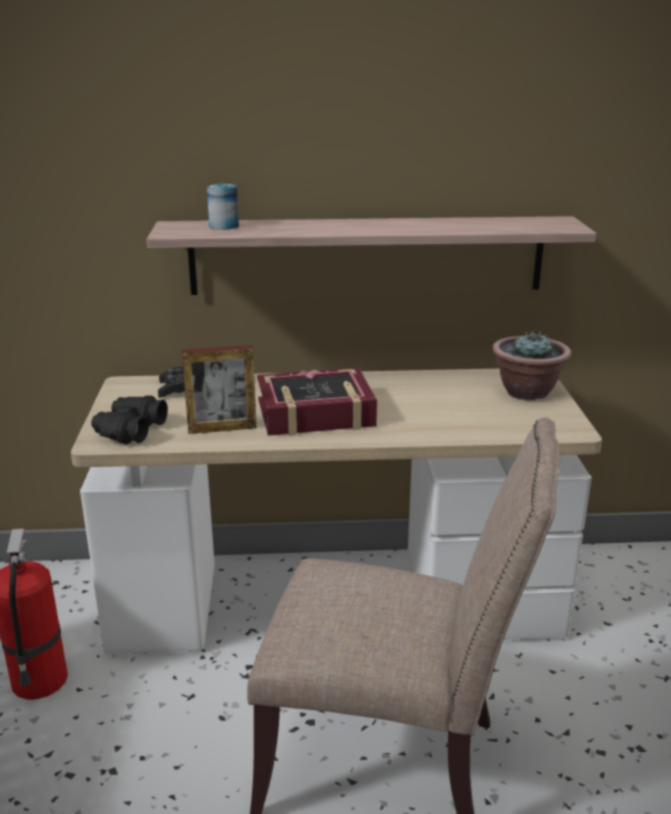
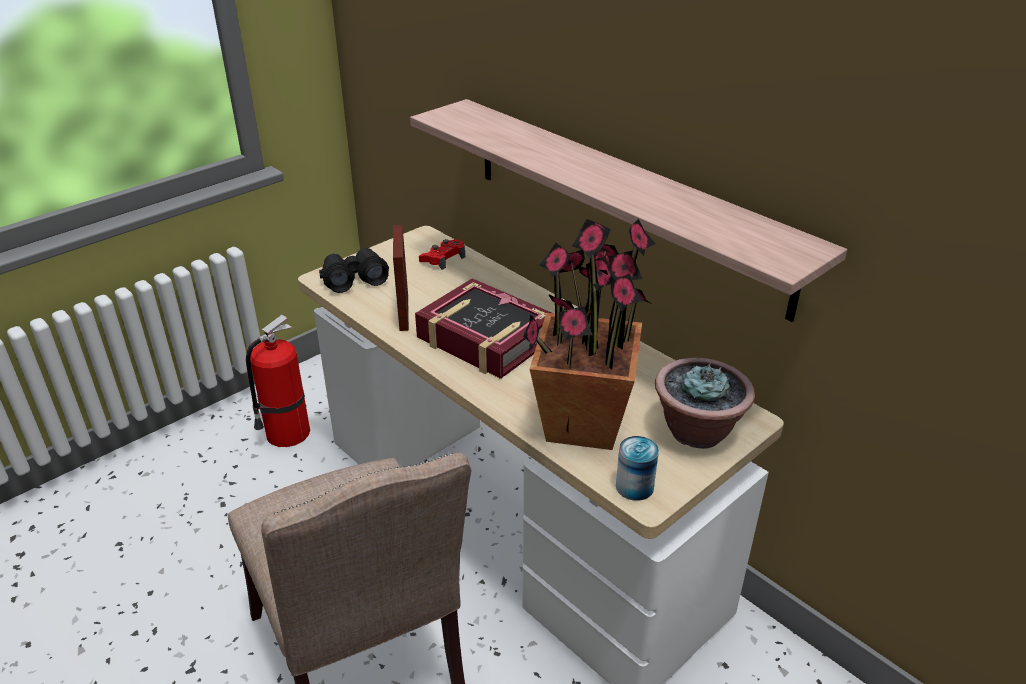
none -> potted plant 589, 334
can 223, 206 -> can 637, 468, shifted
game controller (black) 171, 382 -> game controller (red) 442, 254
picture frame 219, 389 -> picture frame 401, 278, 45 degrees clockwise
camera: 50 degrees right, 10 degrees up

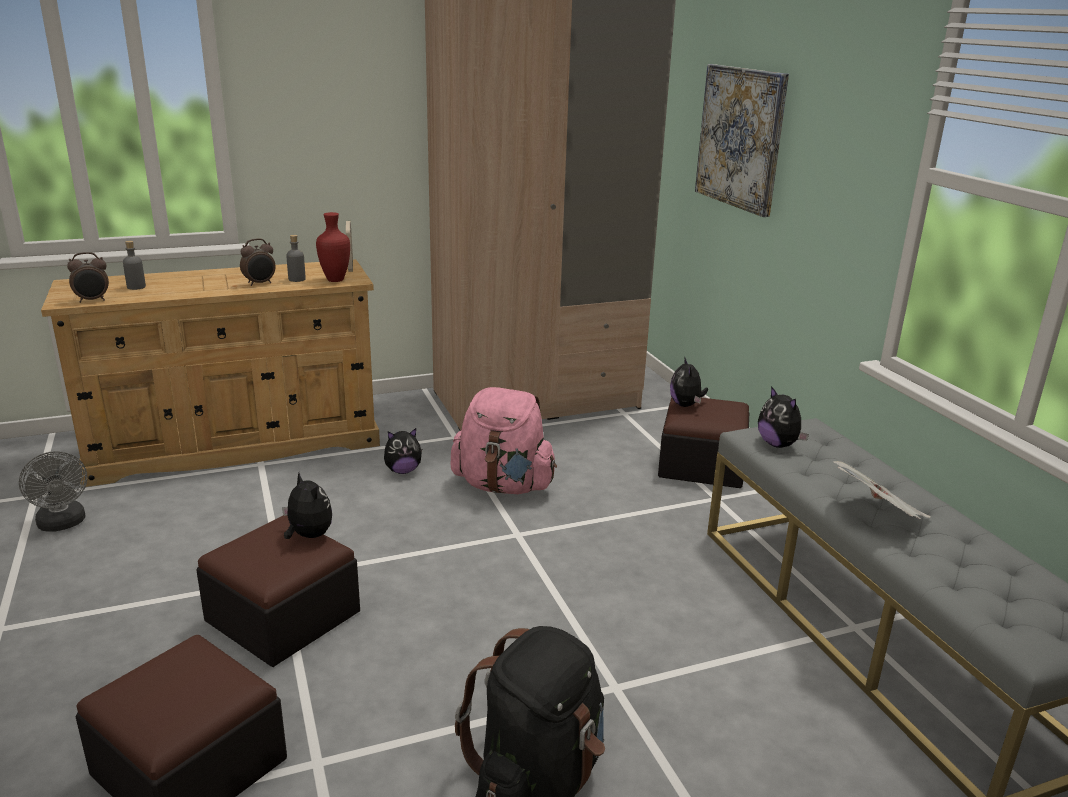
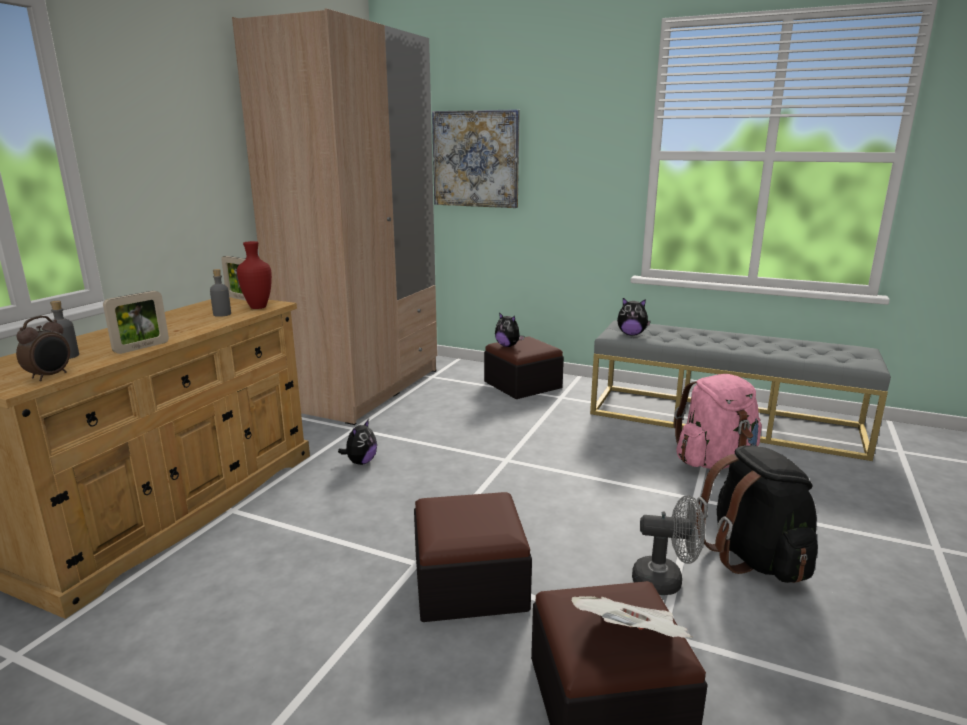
alarm clock 258, 262 -> none
plush toy 307, 506 -> none
none -> picture frame 136, 322
fan (grey) 53, 491 -> fan (grey) 668, 545, shifted
backpack (pink) 504, 440 -> backpack (pink) 717, 421, shifted
newspaper 882, 490 -> newspaper 632, 617, shifted
camera: 45 degrees left, 5 degrees down

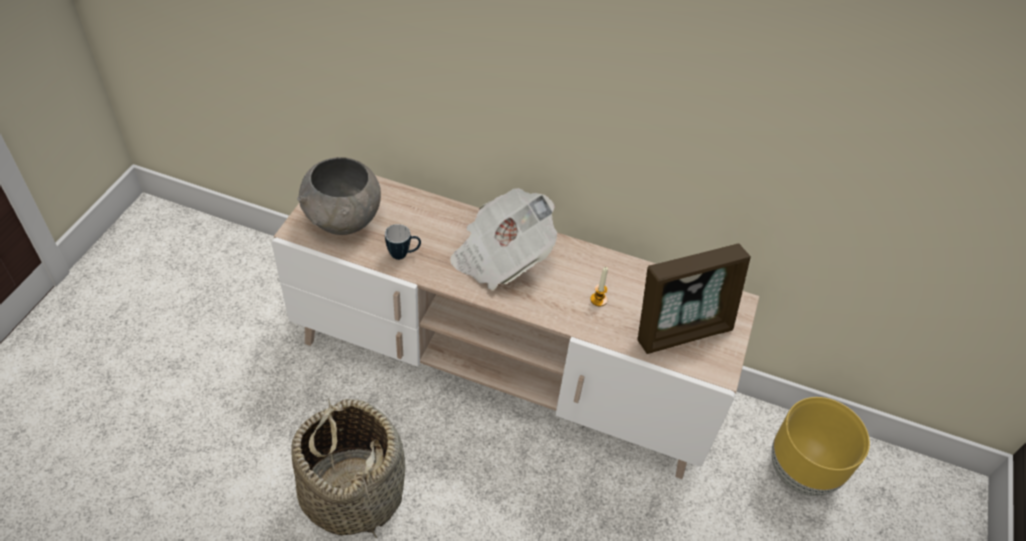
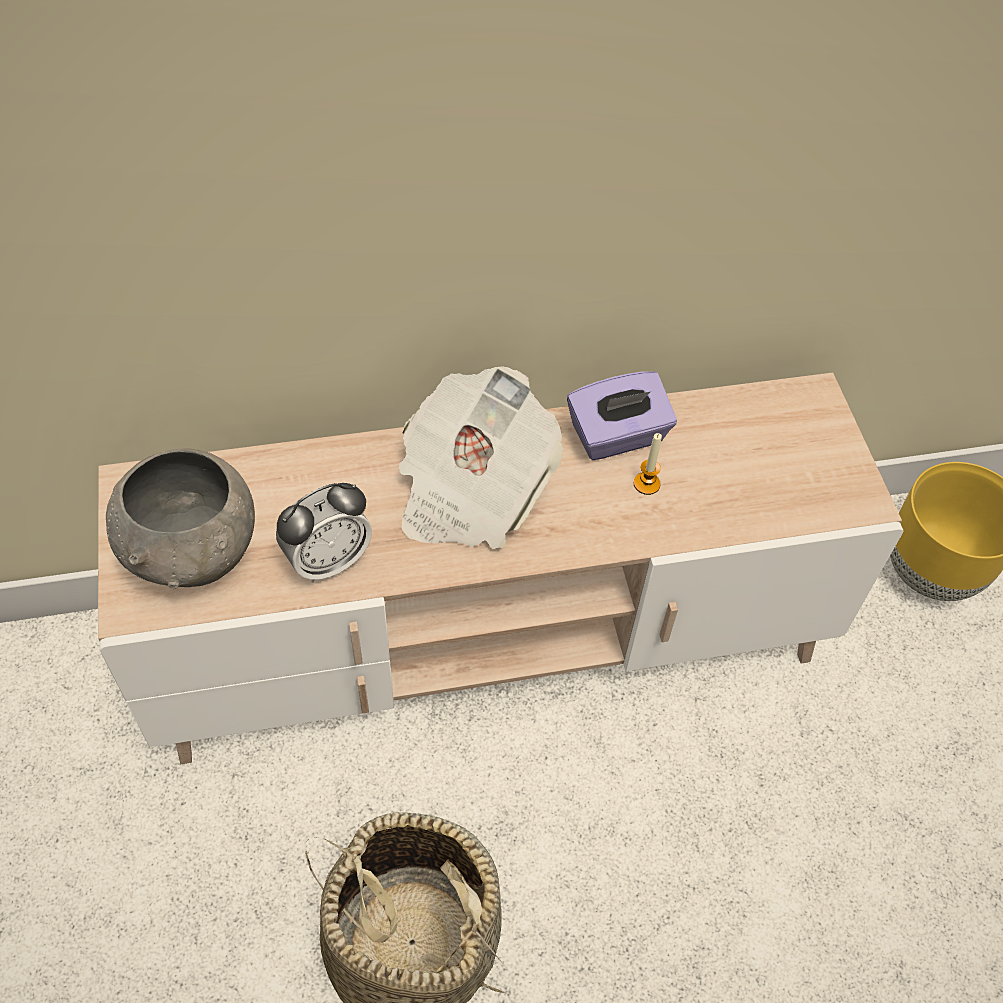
picture frame 694, 299 -> none
none -> tissue box (purple) 622, 415
mug 403, 242 -> alarm clock 324, 533
camera: 30 degrees left, 5 degrees up

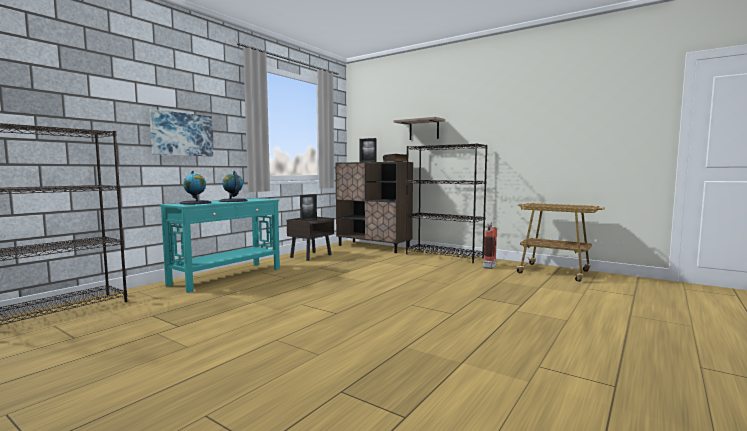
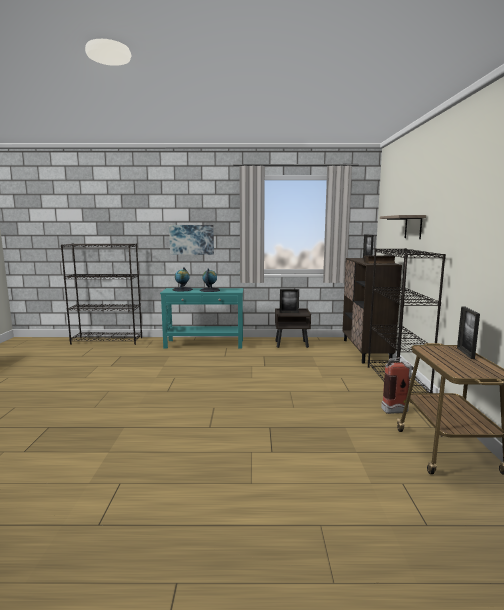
none -> picture frame 468, 332
camera: 55 degrees right, 5 degrees up

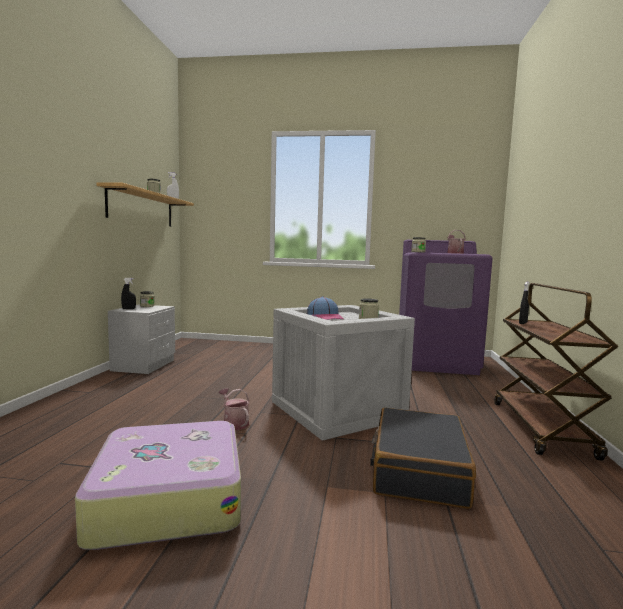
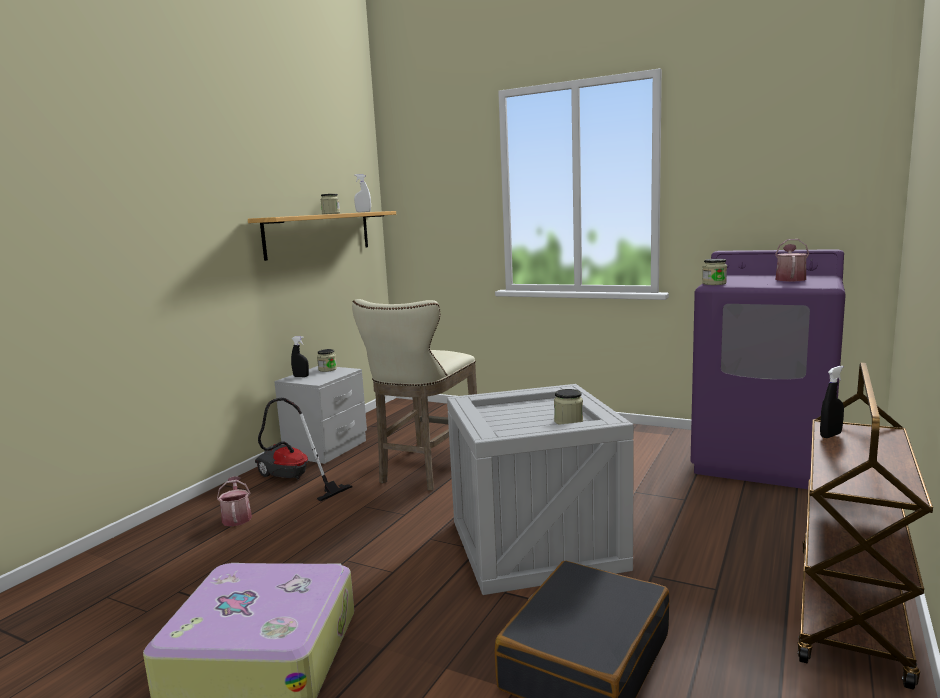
cap 325, 308 -> none
none -> vacuum cleaner 303, 449
none -> stool (beige) 414, 395
watering can 234, 409 -> watering can 234, 501, shifted
camera: 20 degrees right, 5 degrees up

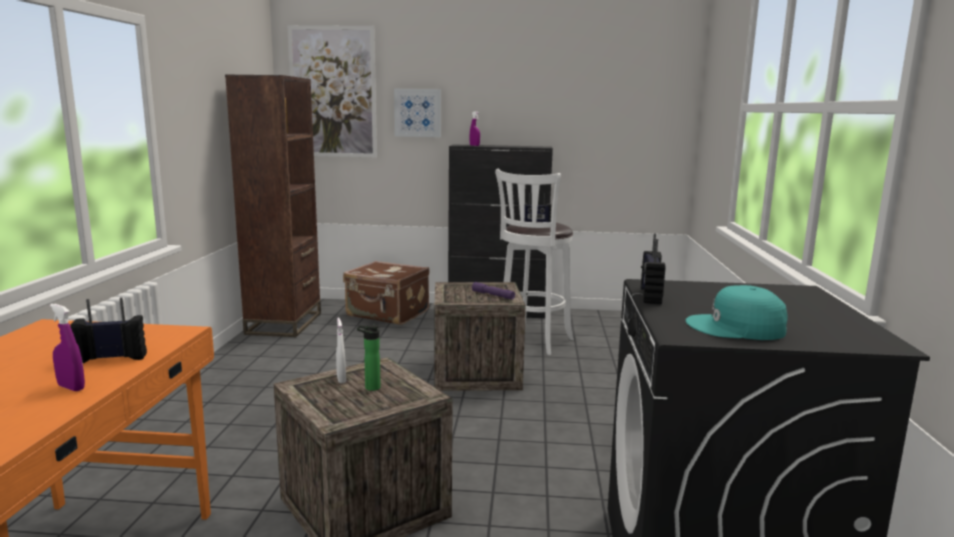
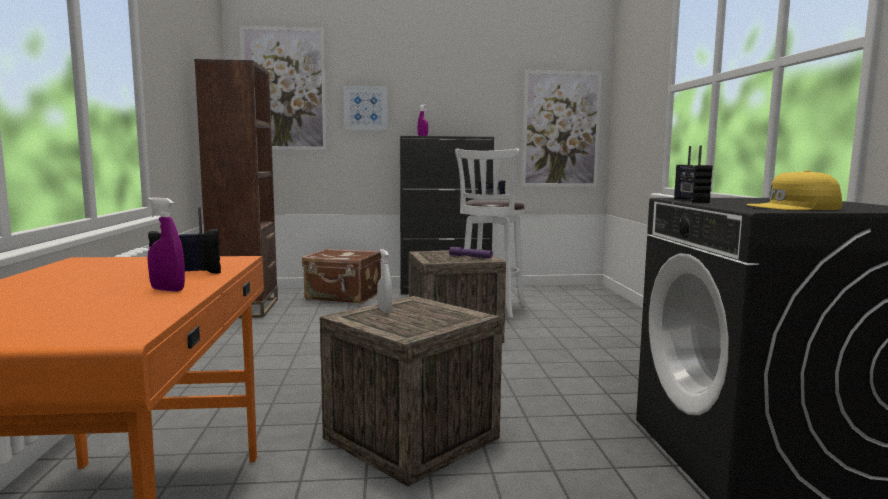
bottle 369, 358 -> none
none -> picture 562, 128
cap (turquoise) 737, 312 -> cap (yellow) 794, 190
camera: 10 degrees left, 5 degrees down

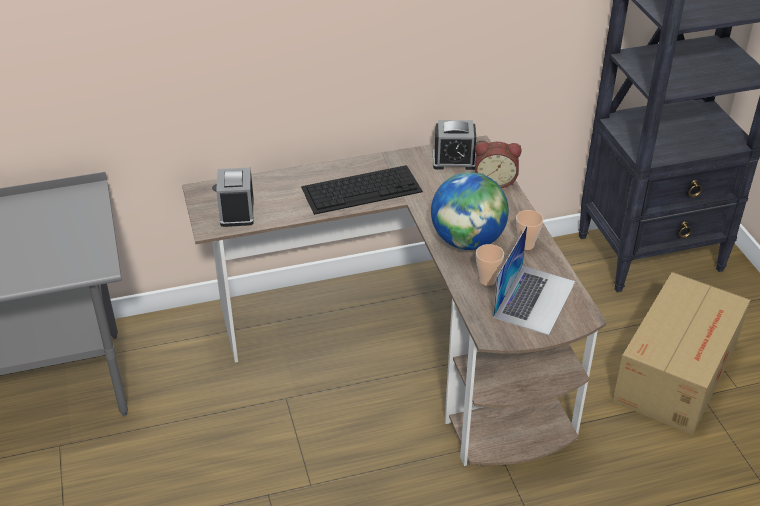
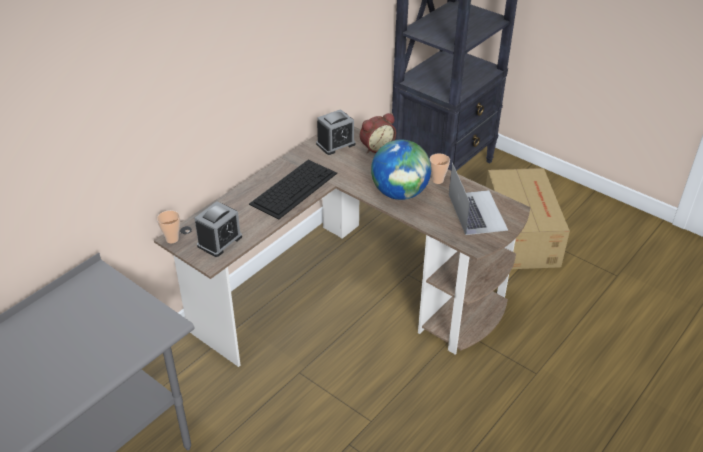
cup 490, 265 -> cup 168, 226, shifted
alarm clock 235, 197 -> alarm clock 218, 229, 105 degrees counterclockwise
camera: 35 degrees left, 0 degrees up

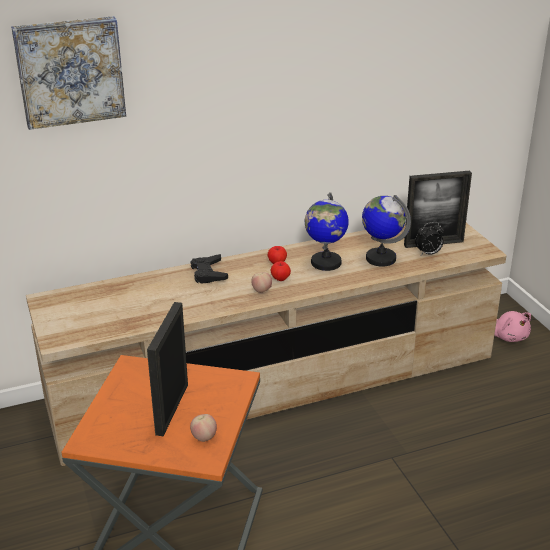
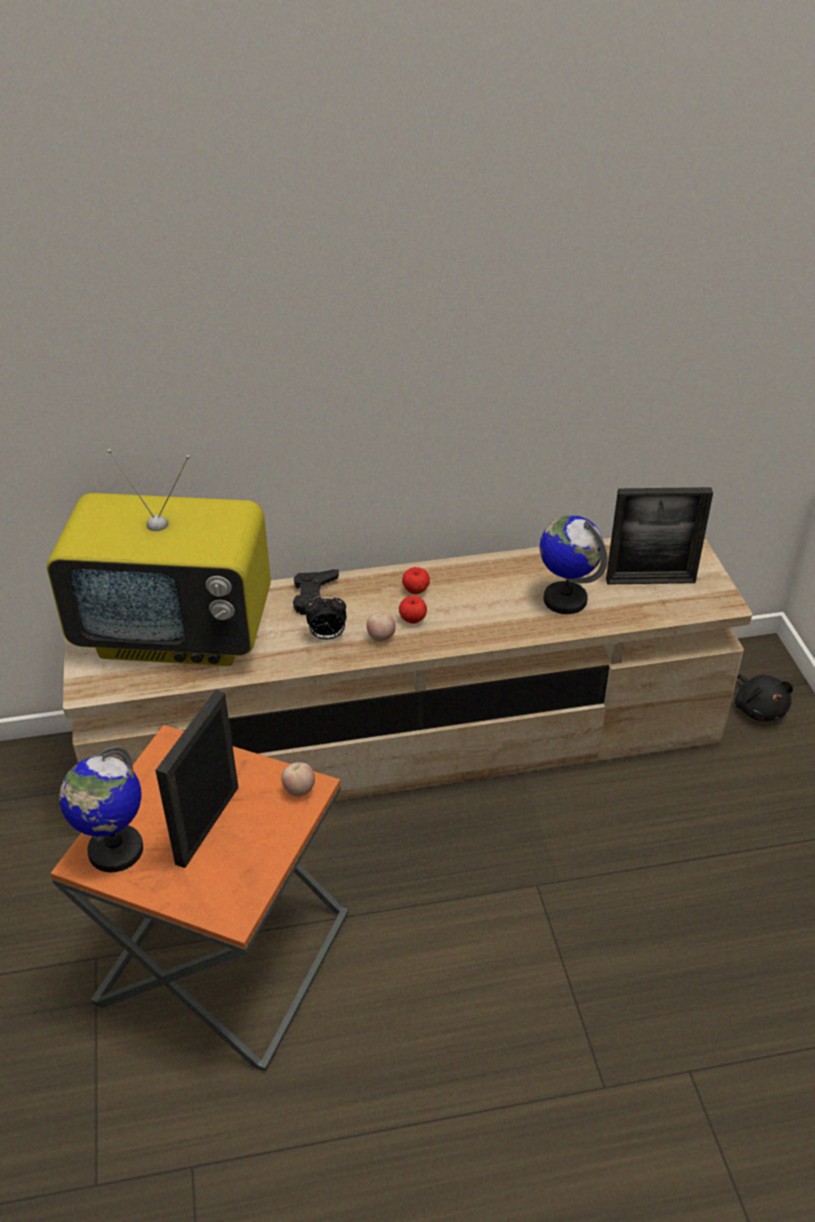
picture 68, 73 -> none
none -> television 159, 557
apple 203, 428 -> apple 298, 779, shifted
globe 327, 231 -> globe 101, 809, shifted
alarm clock 429, 238 -> alarm clock 325, 617, shifted
plush toy (pink) 513, 326 -> plush toy (black) 764, 697
camera: 10 degrees right, 10 degrees up

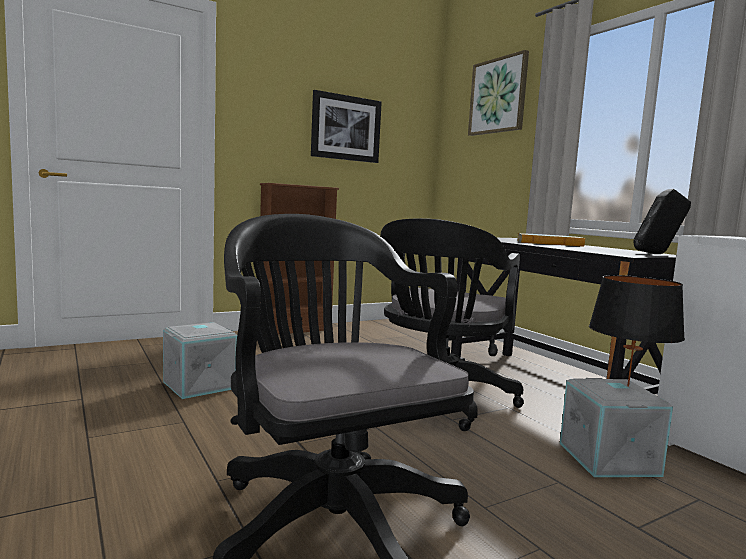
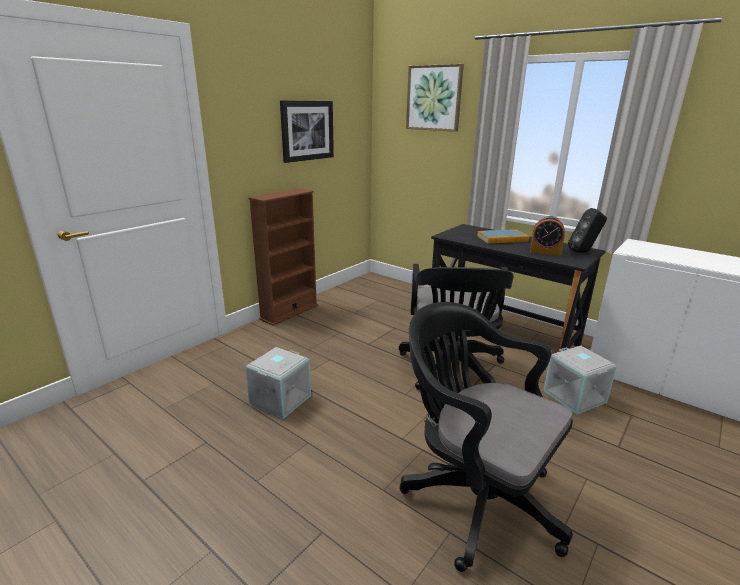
table lamp (black) 637, 331 -> none
none -> alarm clock 547, 236
camera: 20 degrees left, 15 degrees up

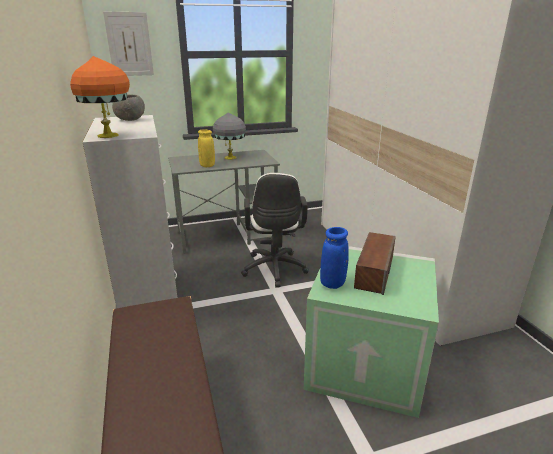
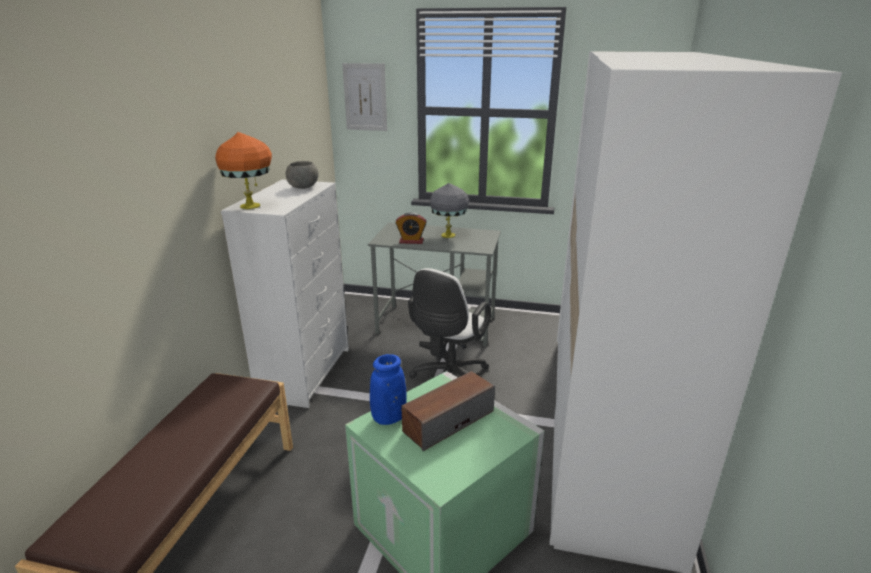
vase (yellow) 206, 148 -> alarm clock 411, 228
camera: 30 degrees right, 0 degrees up

